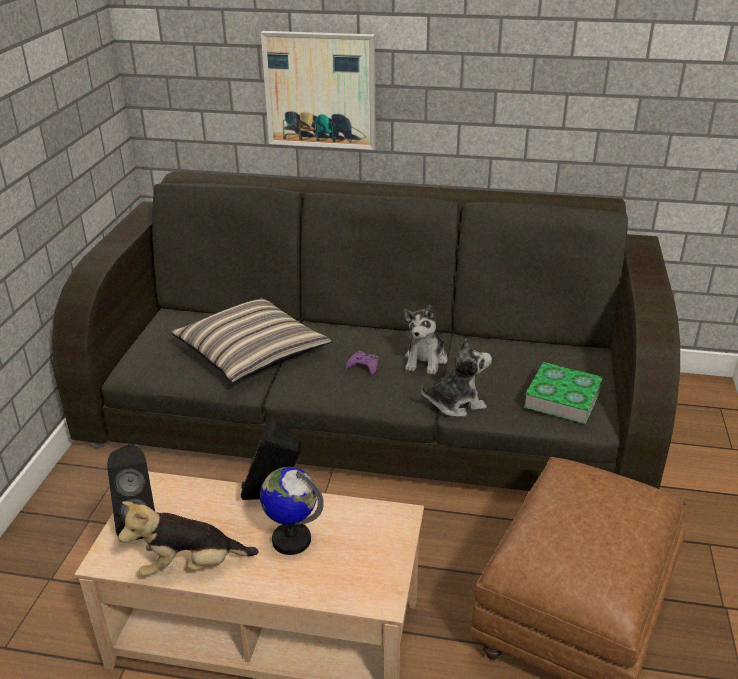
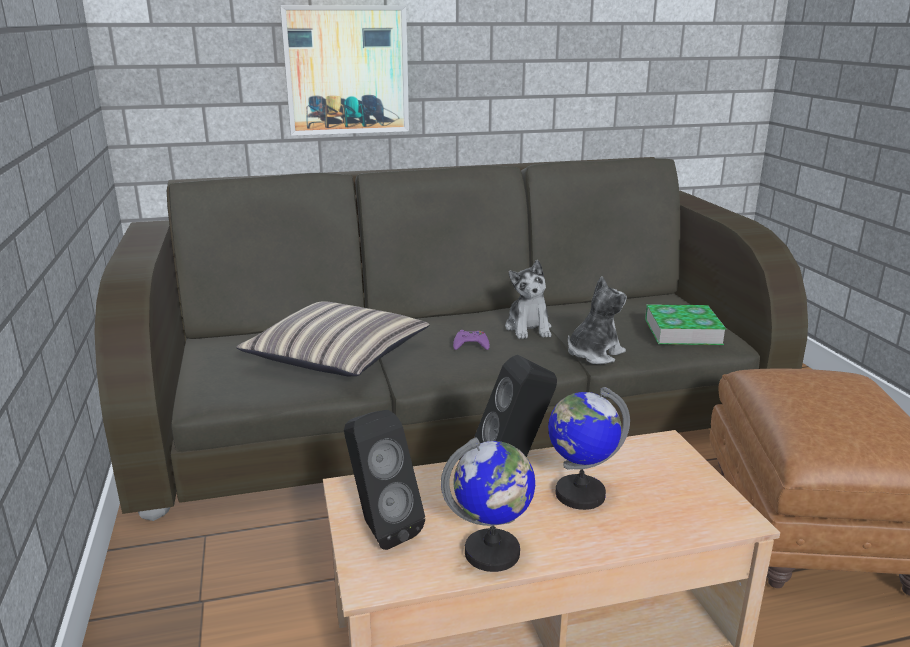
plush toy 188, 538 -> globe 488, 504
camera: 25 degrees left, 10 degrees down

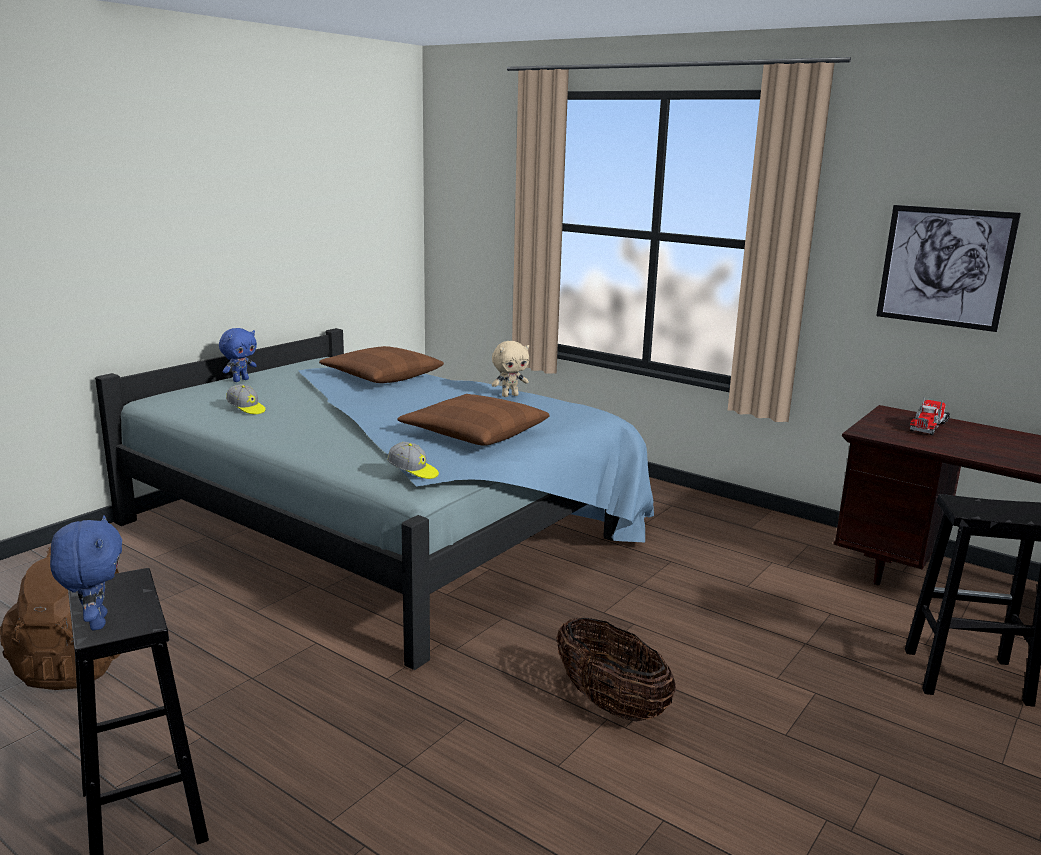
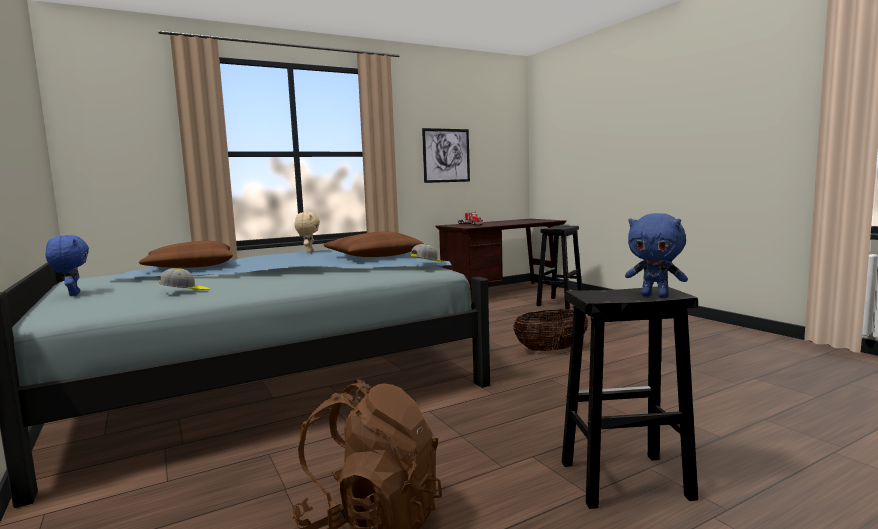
plush toy (blue) 86, 572 -> plush toy (blue) 656, 255, 150 degrees counterclockwise
camera: 65 degrees left, 10 degrees down

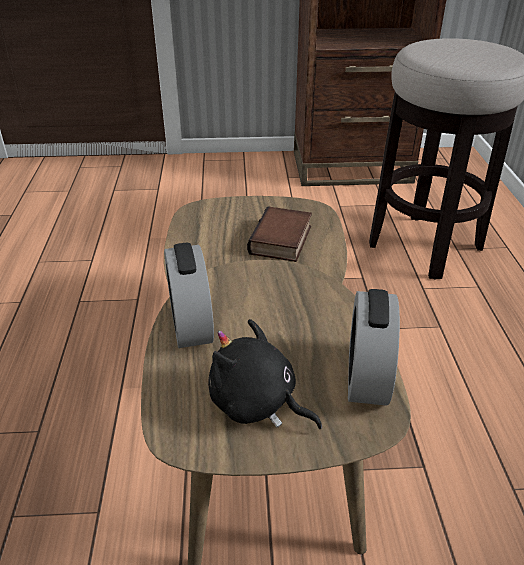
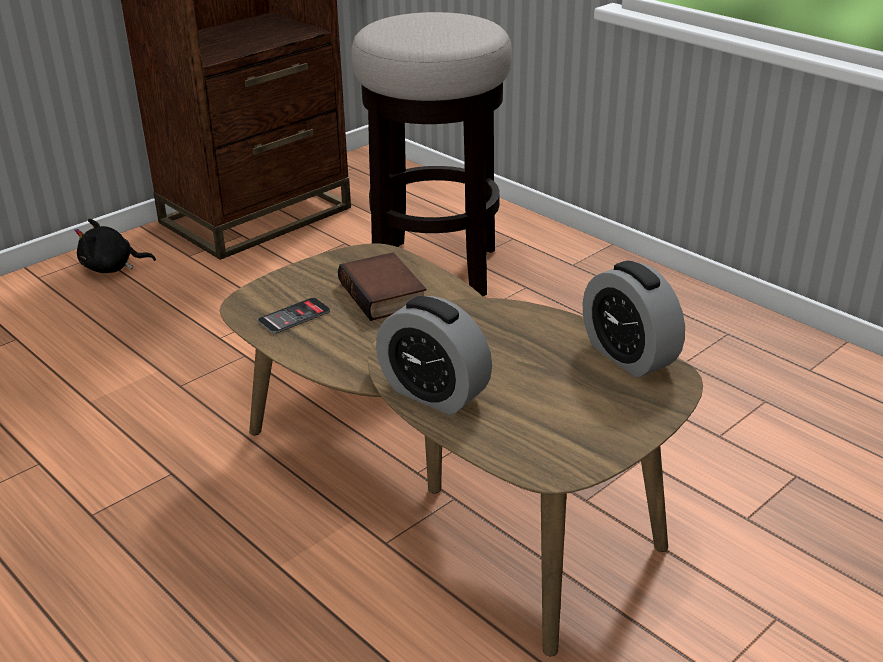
none -> phone 293, 316
plush toy (black) 265, 374 -> plush toy (black) 115, 246, shifted
camera: 40 degrees left, 5 degrees down

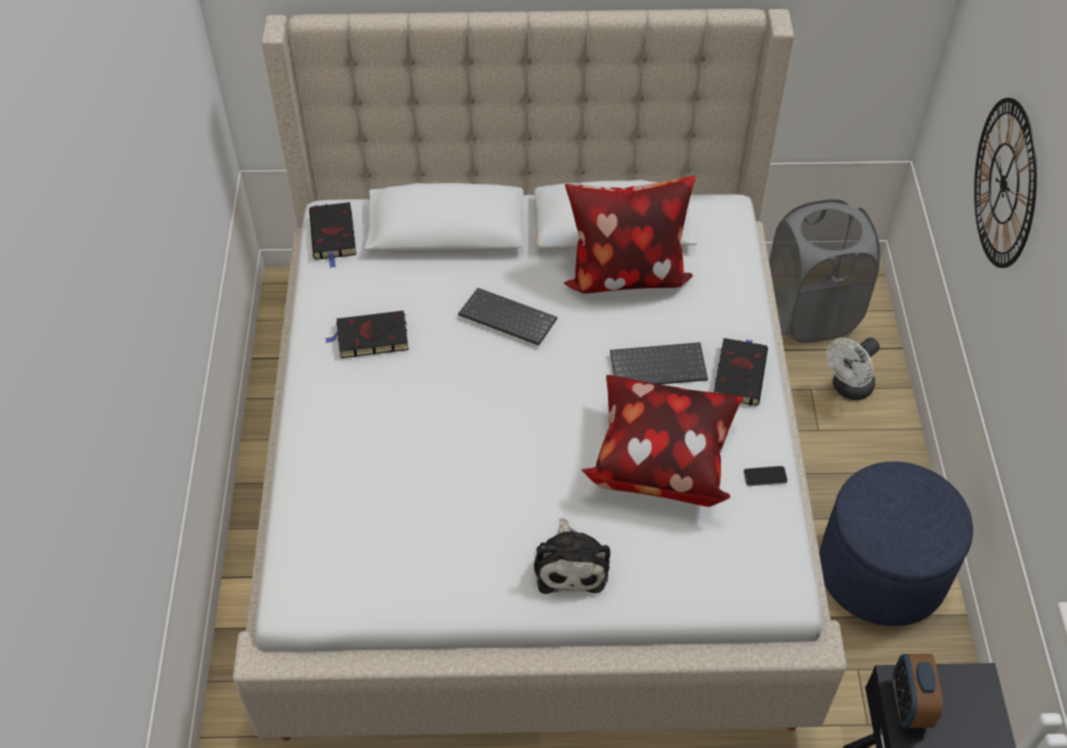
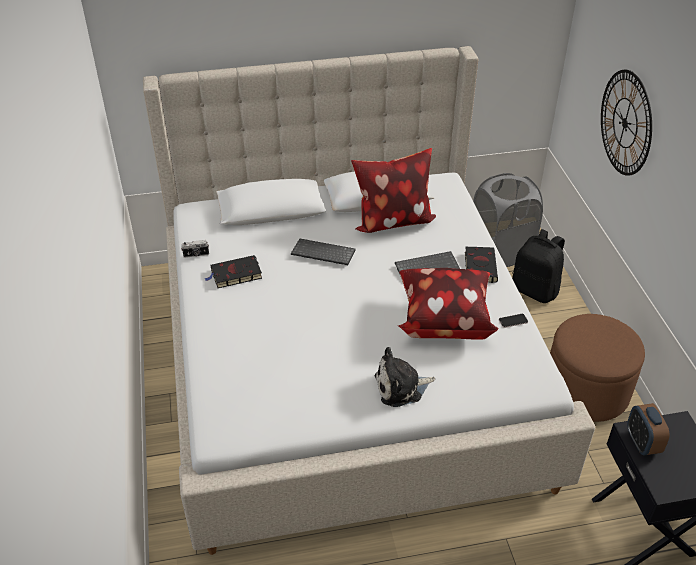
book (black) 332, 235 -> none
none -> photo camera 195, 249
fan (white) 853, 368 -> backpack (black) 538, 266
ottoman (blue) 896, 544 -> ottoman (brown) 597, 368
plush toy 572, 556 -> plush toy 405, 377, 90 degrees clockwise
camera: 10 degrees left, 10 degrees down

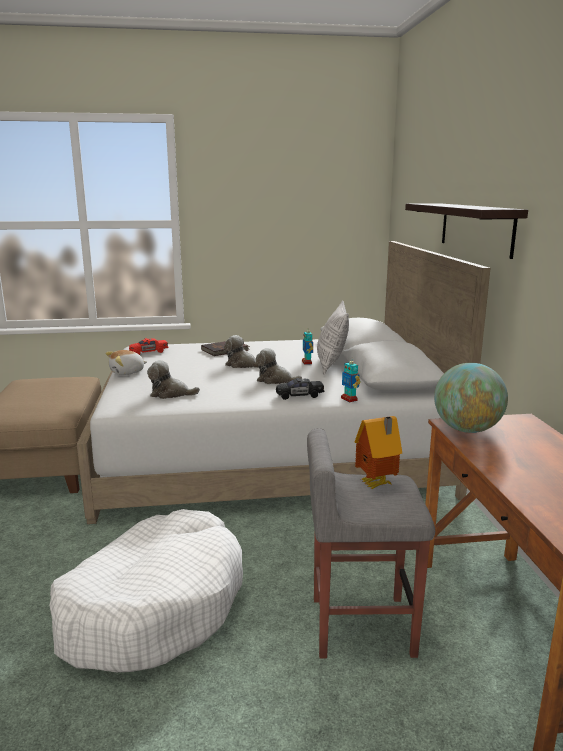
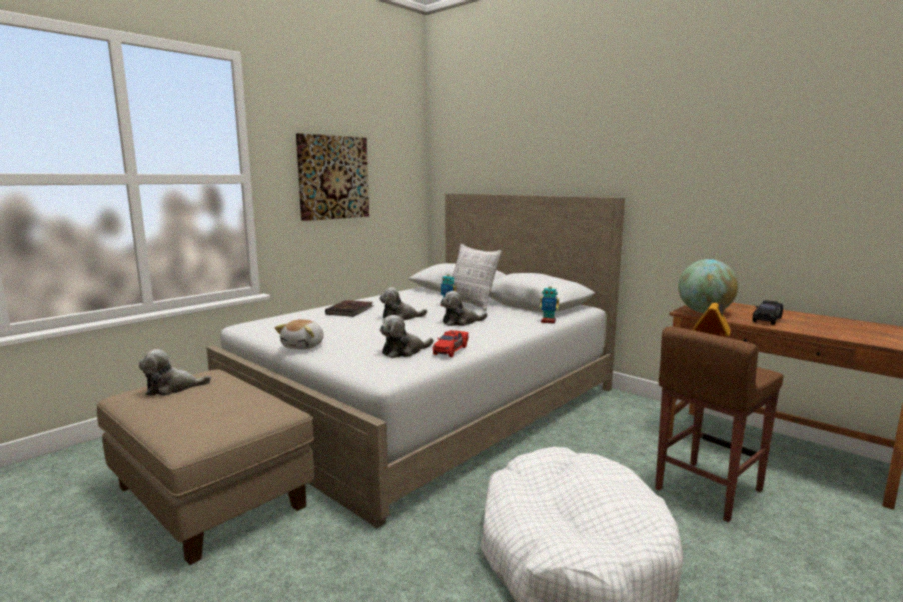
shelf 466, 231 -> none
none -> plush toy 175, 372
none -> picture 332, 177
toy car (red) 148, 346 -> toy car (red) 451, 343, shifted
toy car (black) 300, 389 -> toy car (black) 767, 312, shifted
stool (grey) 371, 543 -> stool (brown) 719, 424
camera: 40 degrees left, 5 degrees down

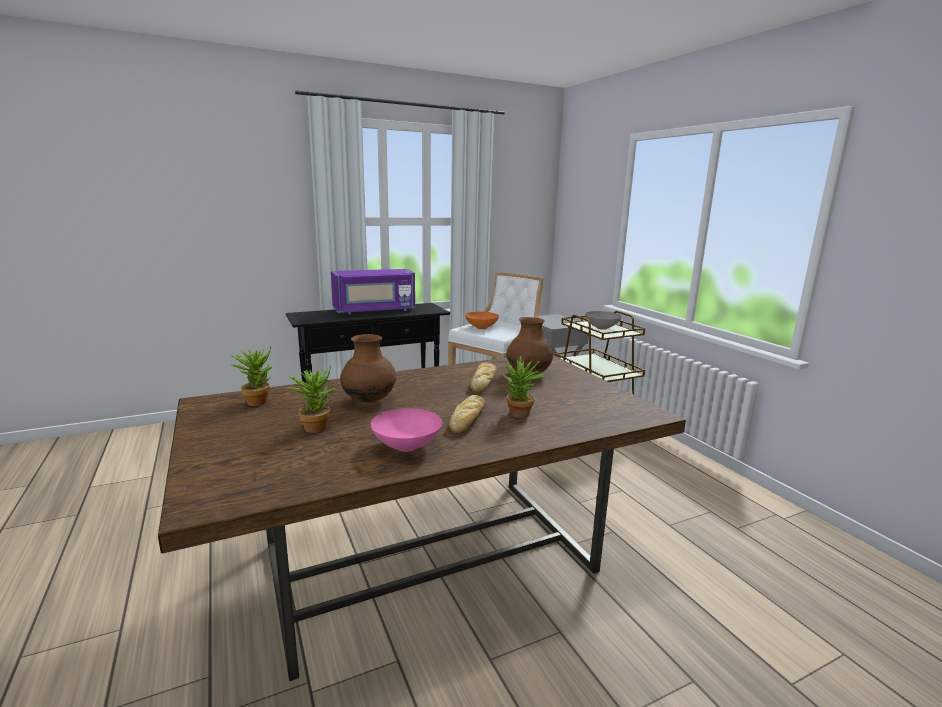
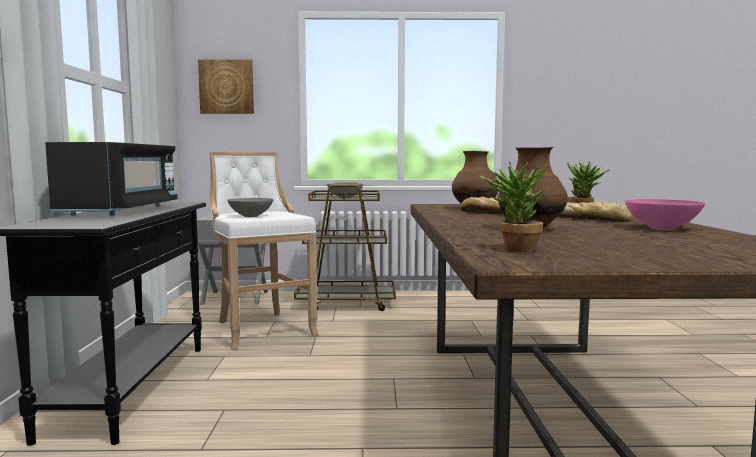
potted plant 311, 399 -> none
none -> picture 226, 87
microwave (purple) 373, 292 -> microwave (black) 111, 179
bowl (orange) 482, 320 -> bowl (grey) 250, 207
camera: 65 degrees left, 10 degrees down

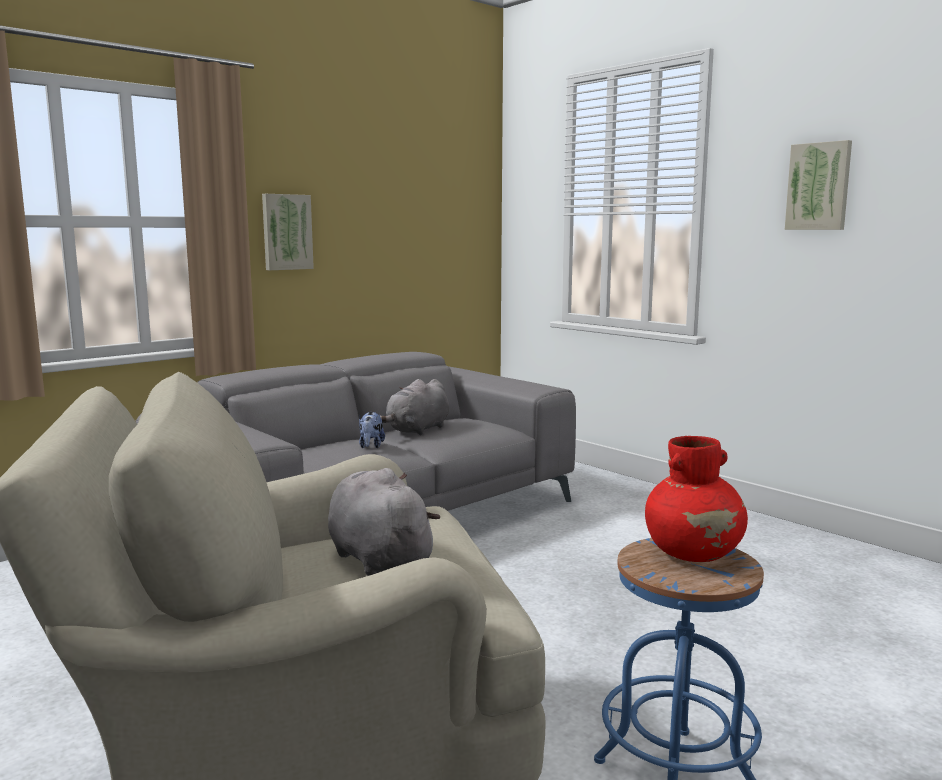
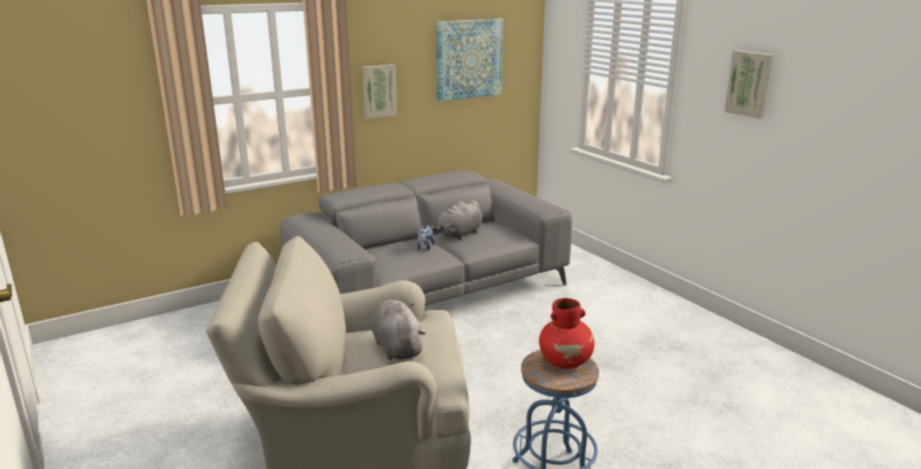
none -> picture 469, 60
camera: 10 degrees right, 10 degrees up

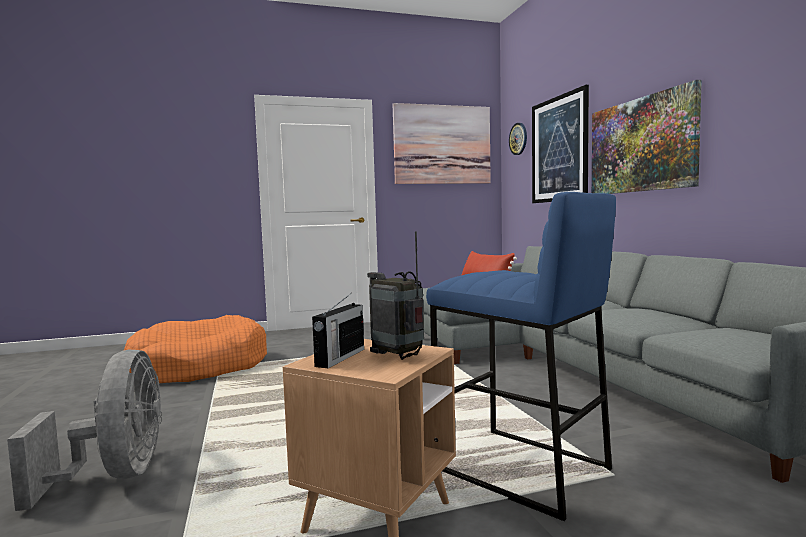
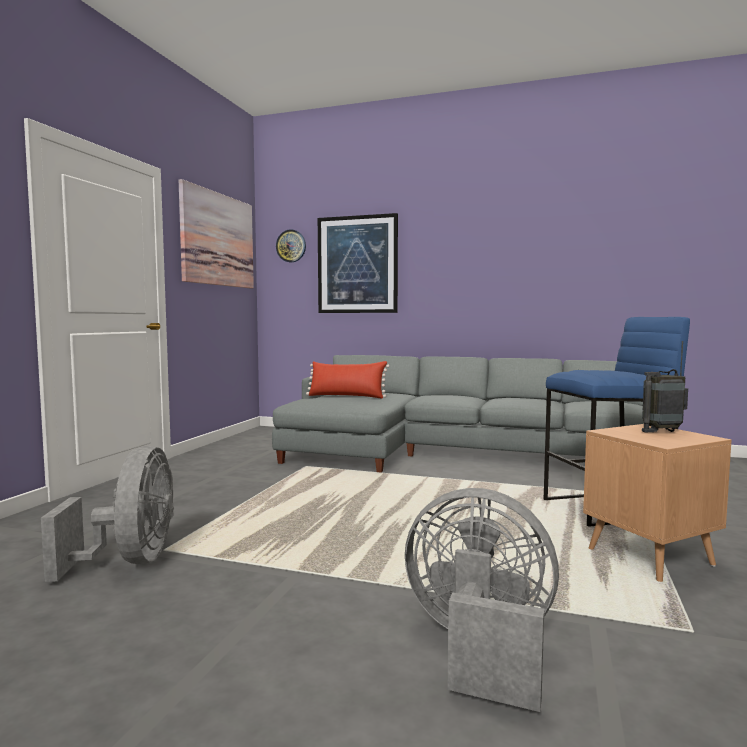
radio 338, 331 -> none
picture 647, 137 -> none
dog bed (orange) 195, 349 -> fan (grey) 107, 514
camera: 55 degrees left, 0 degrees up

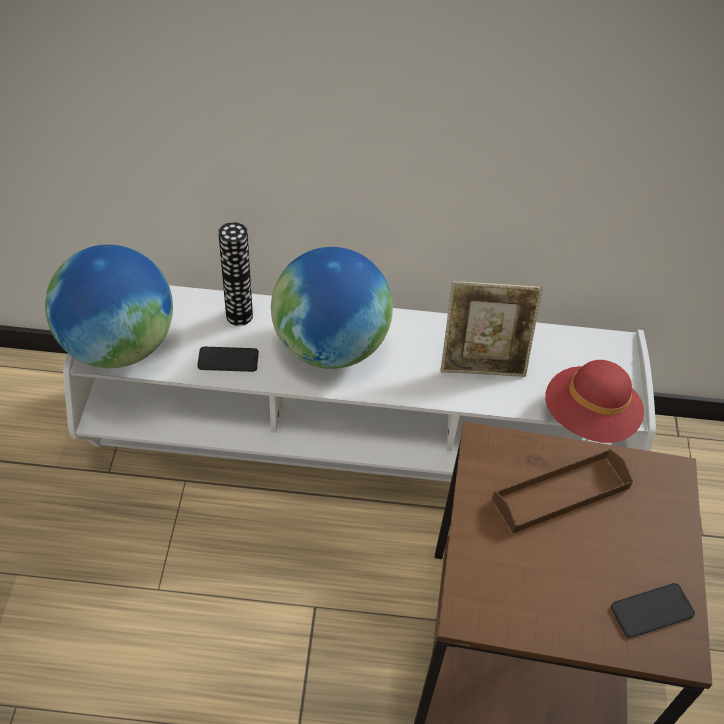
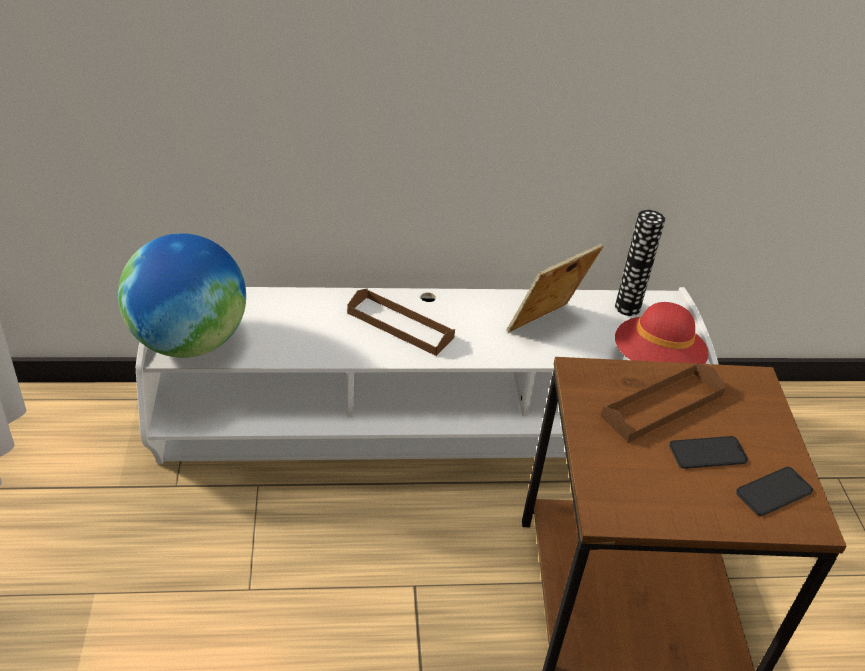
phone 228, 359 -> phone 708, 452, shifted
vase 235, 274 -> vase 640, 263, shifted
globe 332, 308 -> tray (brown) 401, 322
picture frame 492, 329 -> picture frame 555, 288, 150 degrees clockwise
camera: 10 degrees left, 10 degrees down

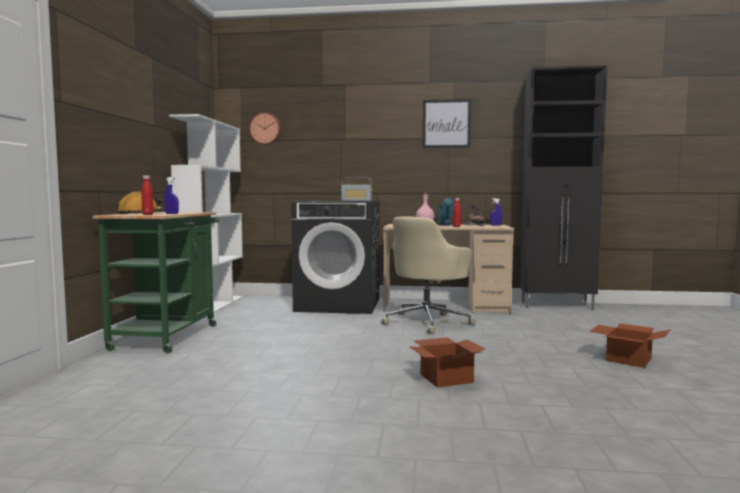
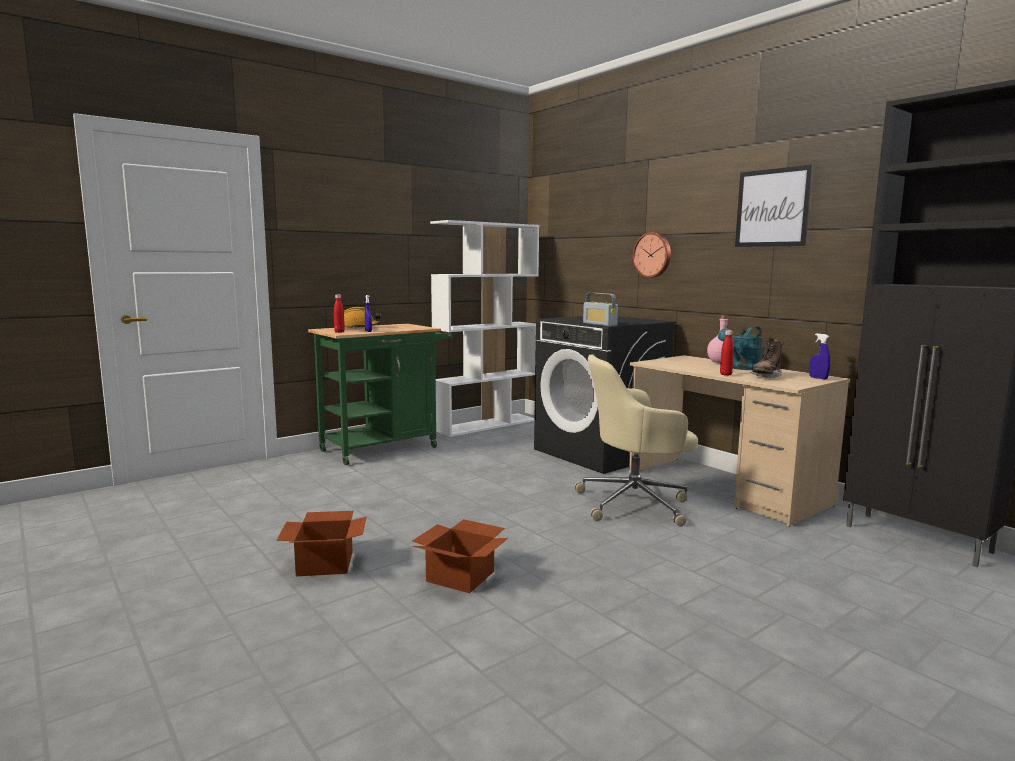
wall clock 265, 128 -> wall clock 651, 255, shifted
cardboard box 630, 345 -> cardboard box 321, 543, shifted
camera: 45 degrees right, 5 degrees up

